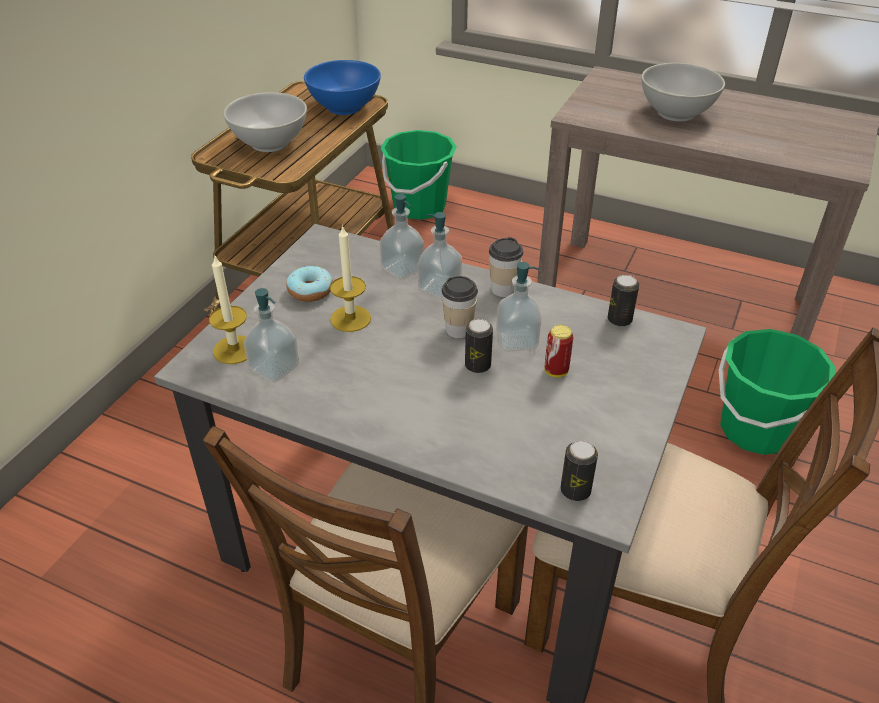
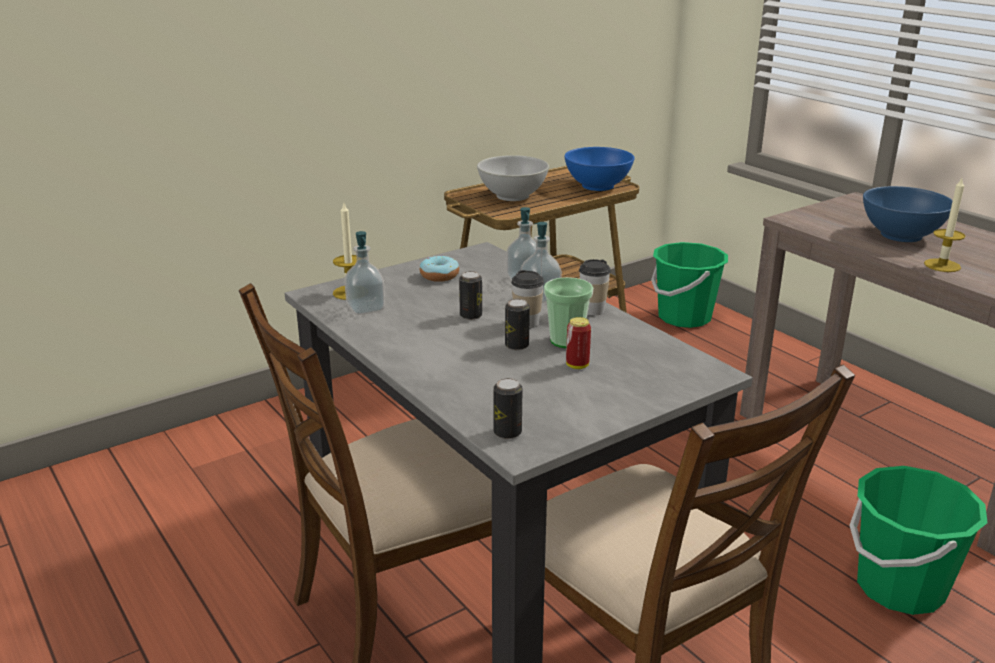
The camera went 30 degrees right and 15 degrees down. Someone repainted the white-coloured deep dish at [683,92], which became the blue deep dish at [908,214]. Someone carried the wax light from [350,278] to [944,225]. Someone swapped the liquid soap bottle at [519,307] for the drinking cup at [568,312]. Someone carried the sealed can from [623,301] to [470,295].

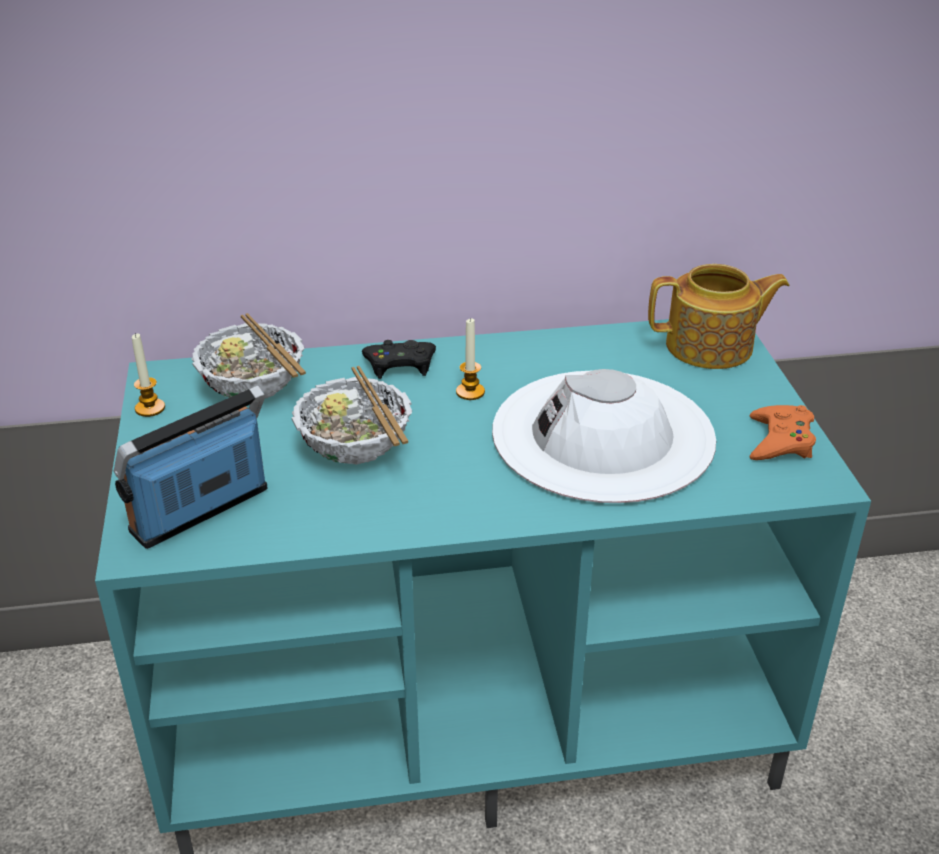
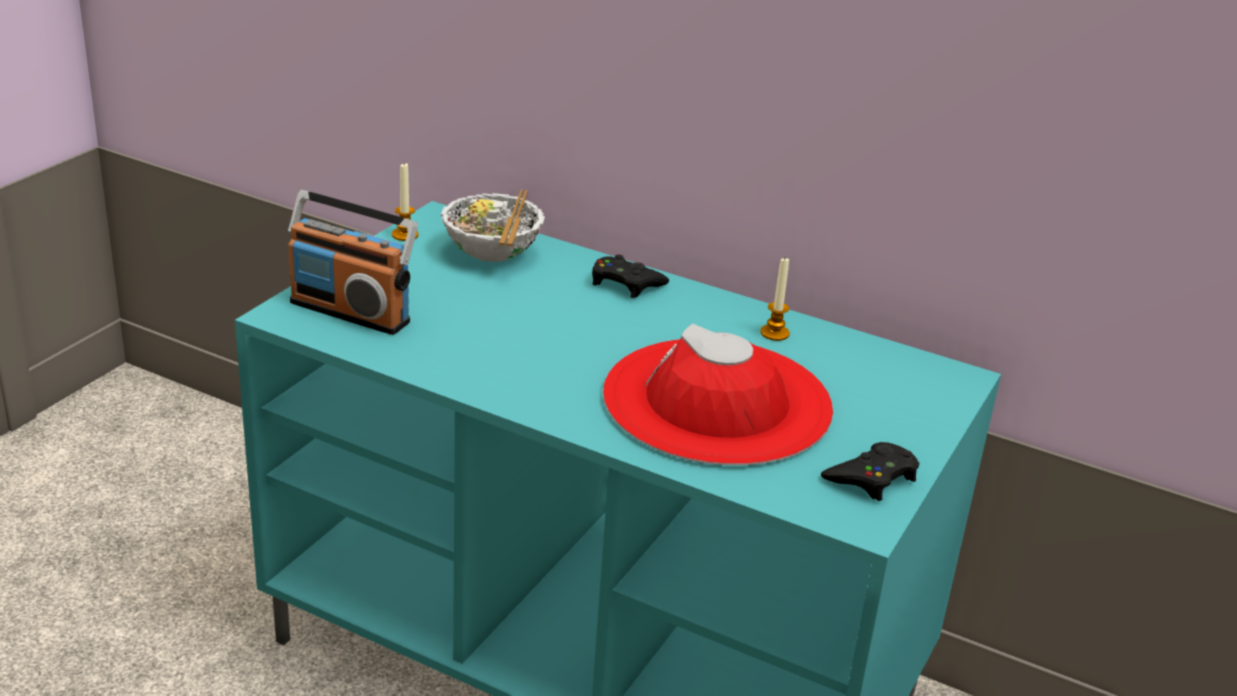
The camera went 35 degrees right and 5 degrees down. Someone took away the tea pot at [719,316]. Someone carried the wax light from [470,358] to [775,298]. Someone took away the deep dish at [352,415]. Someone repainted the white-coloured clothing hat at [604,436], which became the red-coloured clothing hat at [718,394]. Someone rotated the radio set at [190,467] by 150 degrees counterclockwise. Someone repainted the orange-coloured joypad at [783,432], which became the blackish joypad at [870,471].

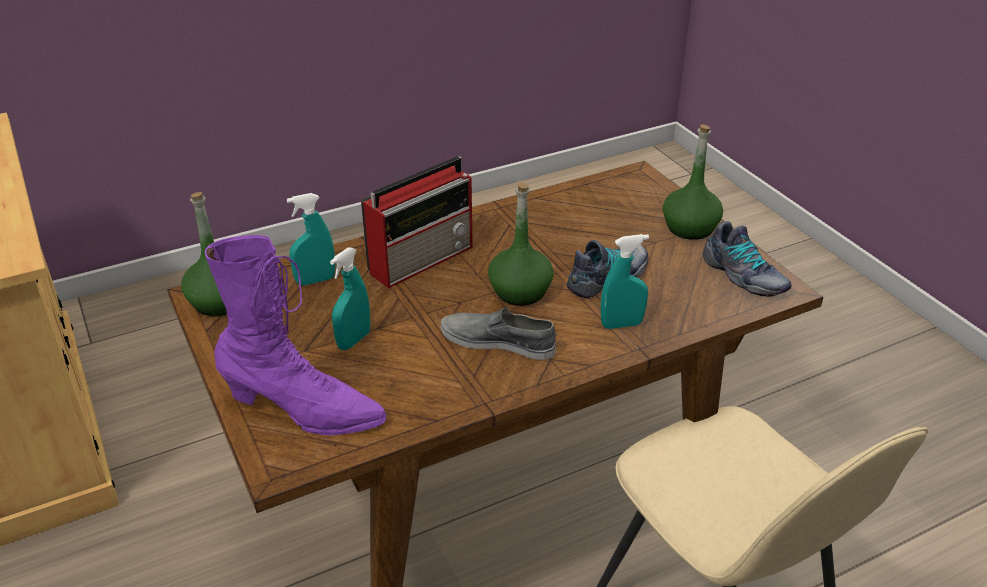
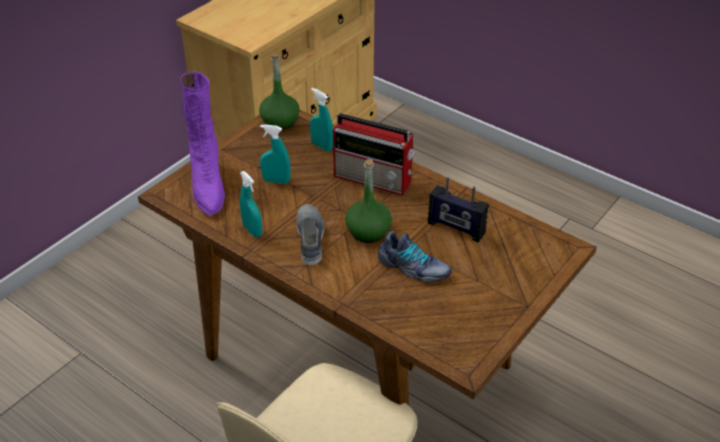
The camera went 65 degrees right and 5 degrees up. Someone took away the greenish bottle at [693,182]. Someone took away the shoe at [747,259]. Someone carried the turquoise sprayer from [625,281] to [251,204]. Someone put down the radio set at [458,209].

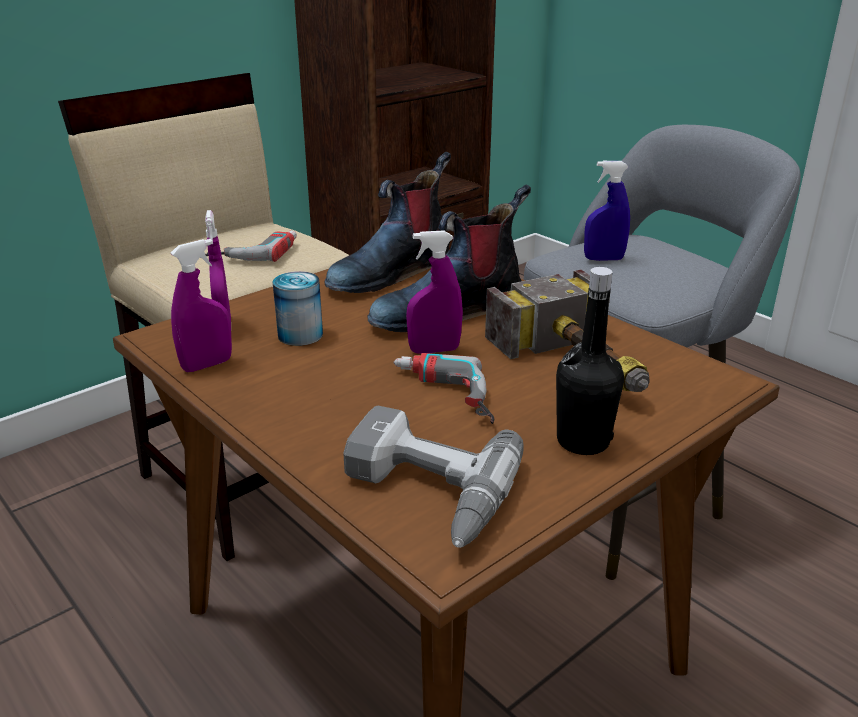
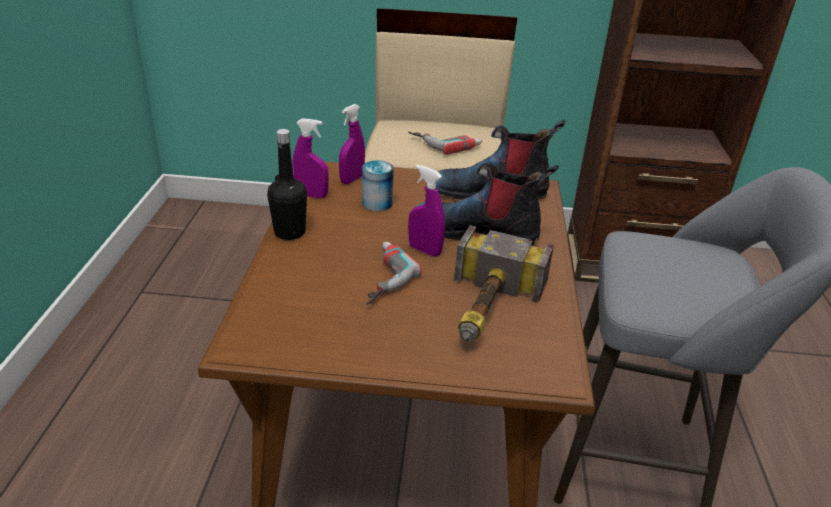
The camera went 45 degrees right and 5 degrees up. Someone took away the blue sprayer at [607,211]. Someone carried the blackish bottle from [590,361] to [287,184]. Someone took away the drill at [433,476].

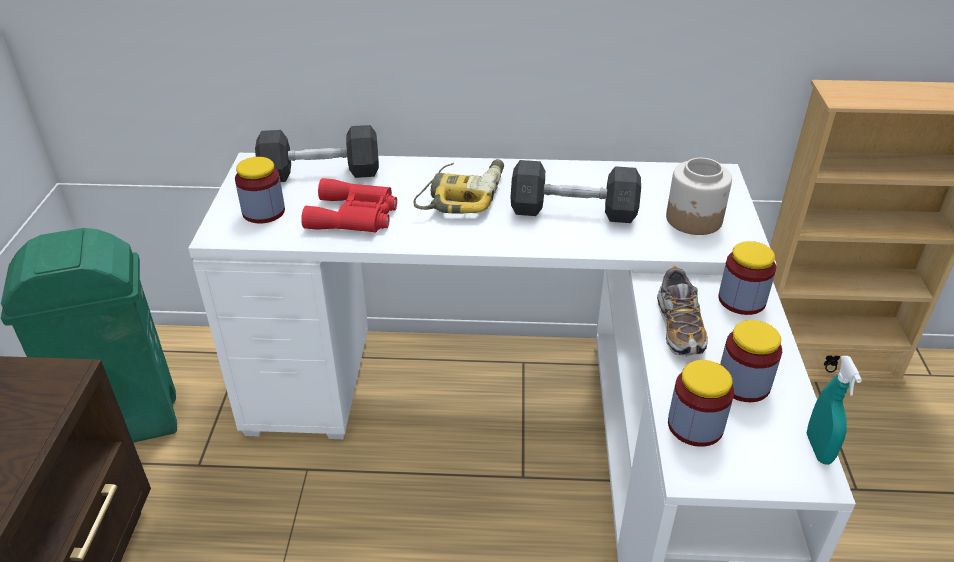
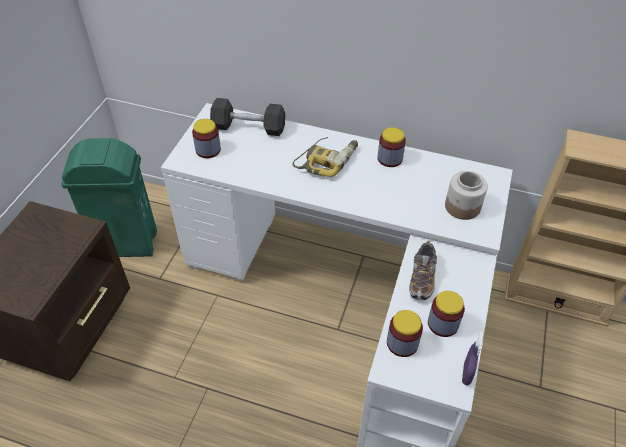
The camera went 15 degrees right and 10 degrees up. Someone took away the gray hand weight at [576,191]. Someone took away the red-coloured pair of binoculars at [349,205]. Someone carried the preserve jar from [747,278] to [392,147]. Someone repainted the turquoise sprayer at [834,410], which became the purple-coloured sprayer at [473,358].

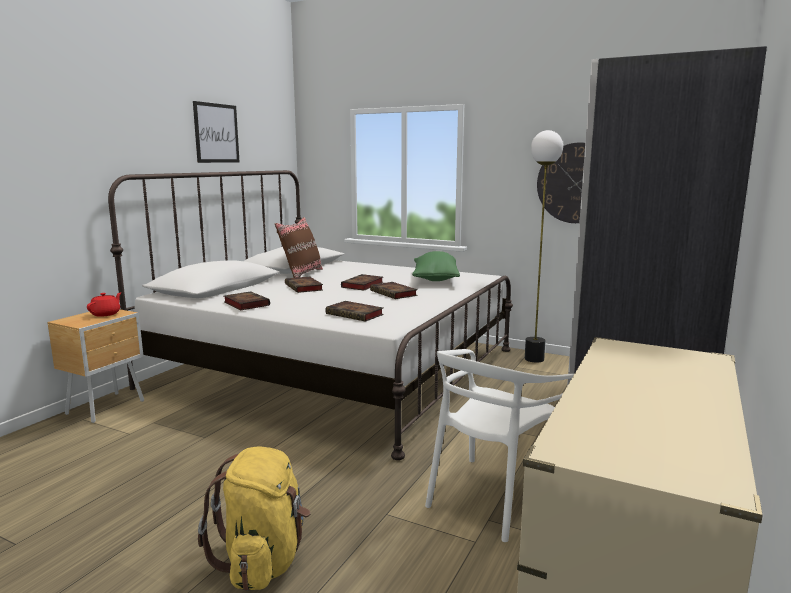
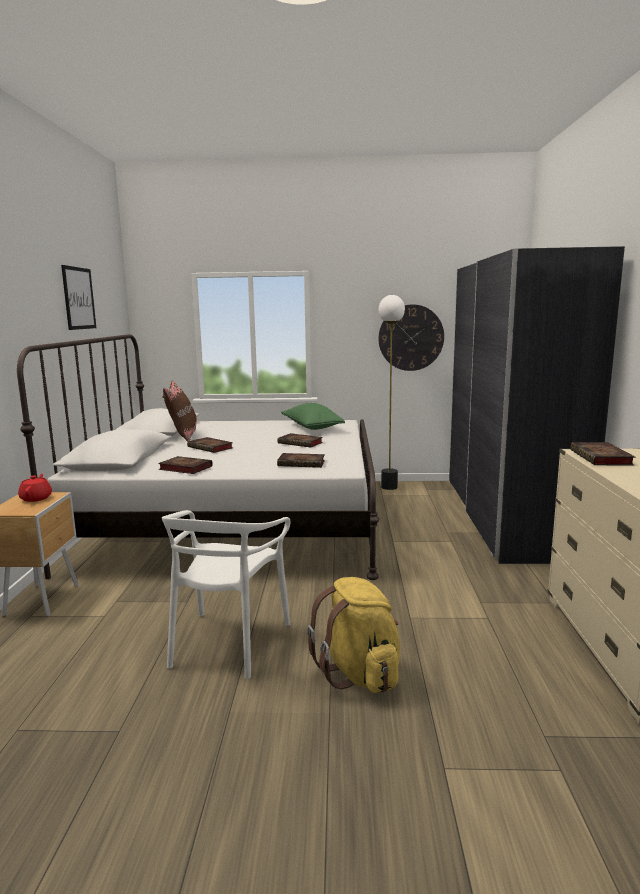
The camera went 25 degrees left and 0 degrees up. Someone carried the volume from [362,282] to [602,454]. Someone carried the white-coloured plain chair from [499,445] to [226,594].

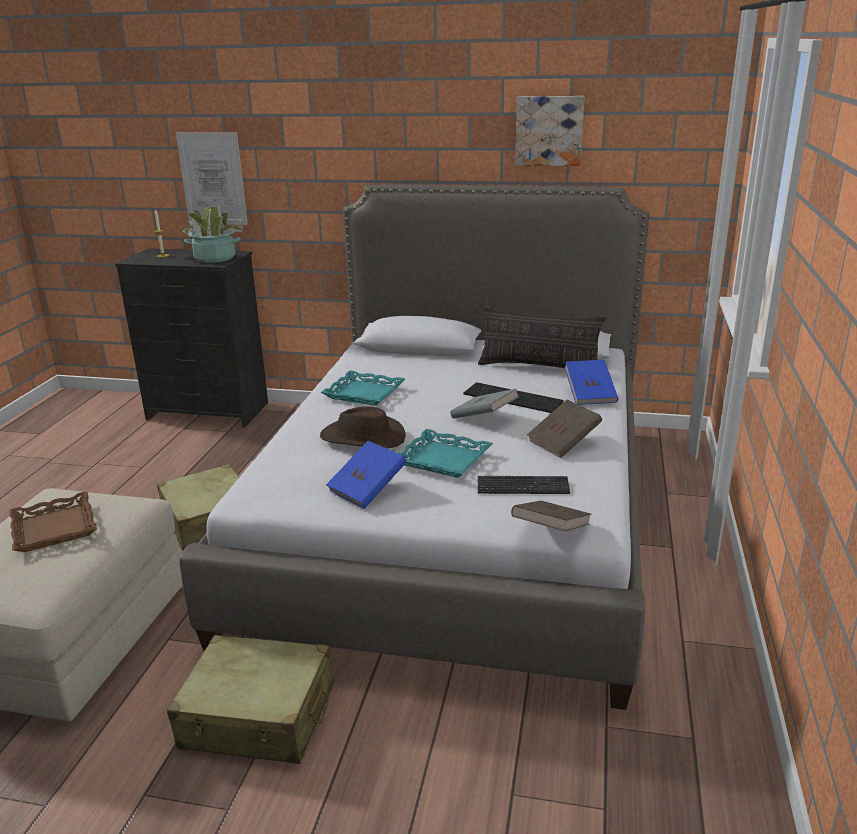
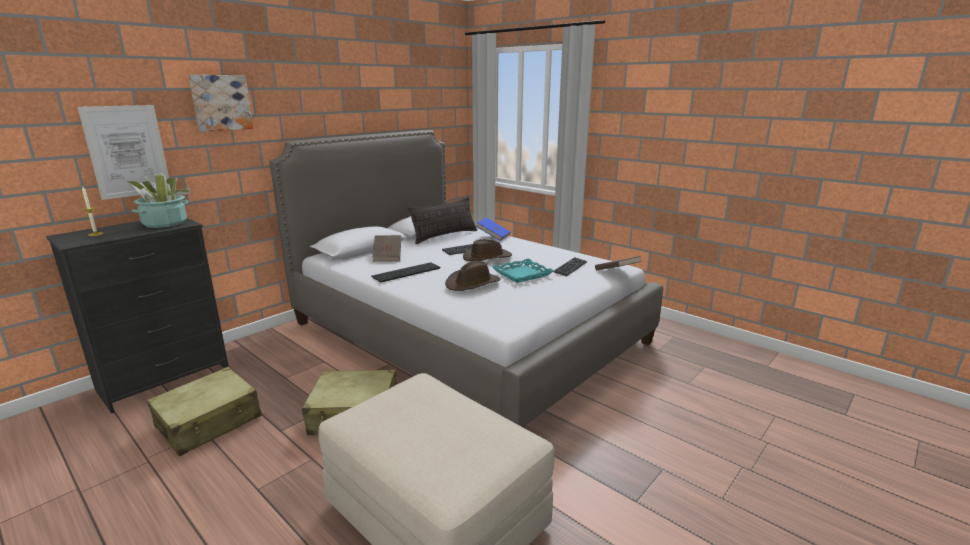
The camera went 60 degrees left and 5 degrees down. Someone carried the wall art from [549,131] to [220,103]. Someone swapped the turquoise tray at [363,388] for the keyboard at [405,272]. Someone swapped the gray volume at [484,404] for the brownish clothing hat at [487,250]. Someone carried the brownish volume from [564,429] to [387,248]. Someone took away the blue volume at [366,475]. Someone took away the brownish tray at [53,522]. Someone carried the sand-coloured travel case from [250,699] to [204,411].

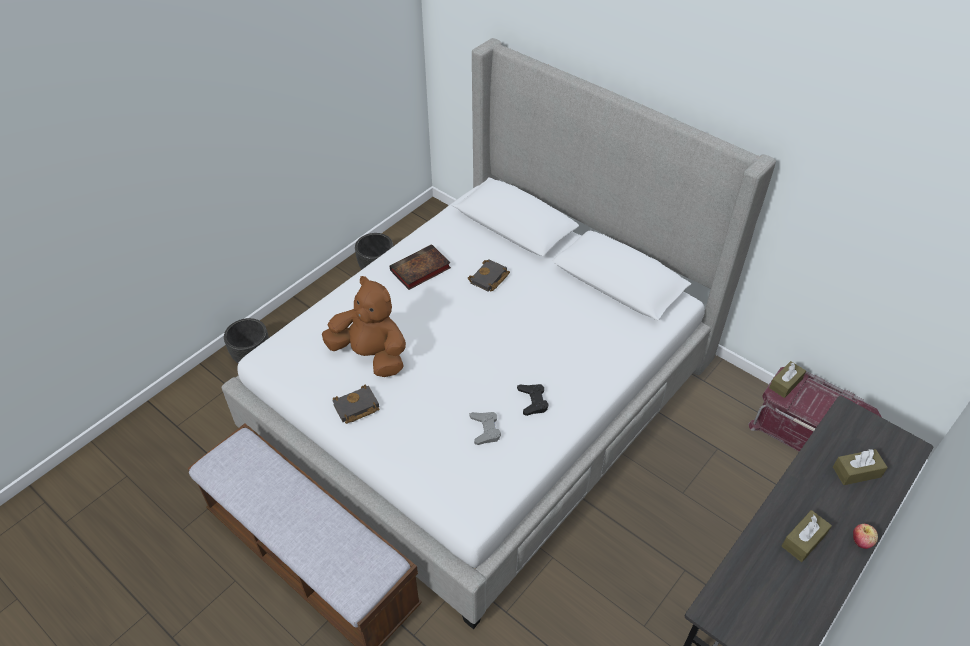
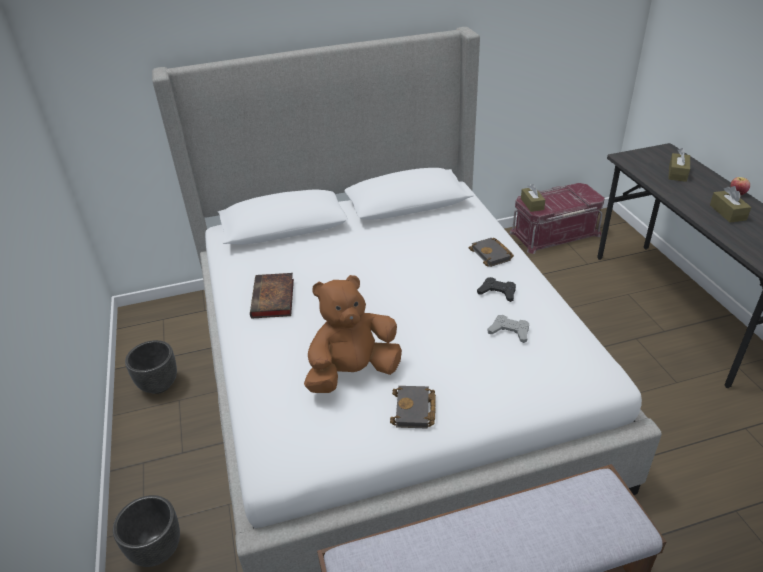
The camera went 55 degrees left and 10 degrees down. Someone carried the blackish volume from [489,275] to [491,252].

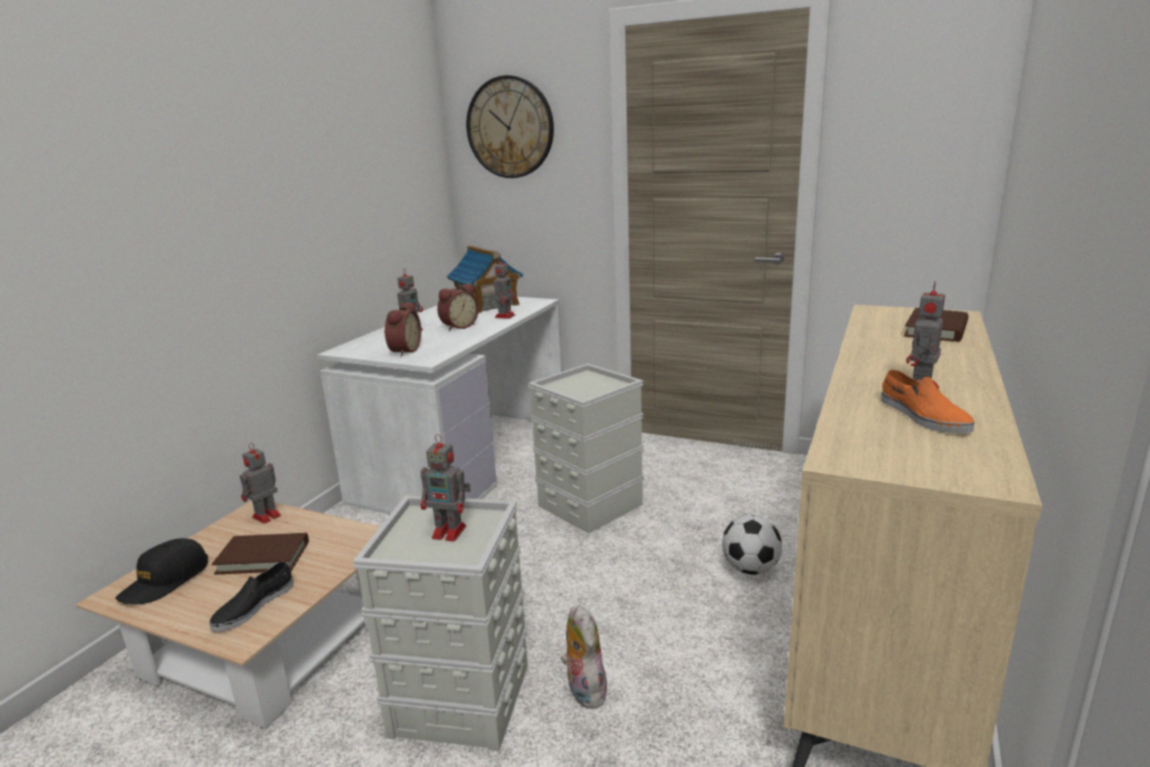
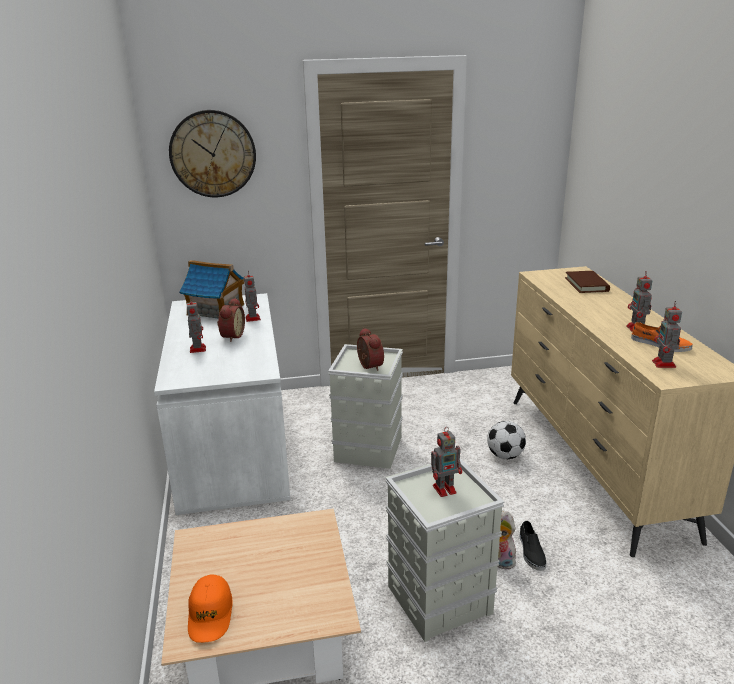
The camera went 35 degrees left and 5 degrees up. Someone carried the bedside clock from [402,329] to [370,349]. Someone carried the robot figure from [260,483] to [667,334]. Someone took away the brownish volume at [260,554]. Someone repainted the blackish baseball cap at [161,571], which became the orange-coloured baseball cap at [210,608]. Someone carried the blackish shoe from [251,596] to [533,546].

